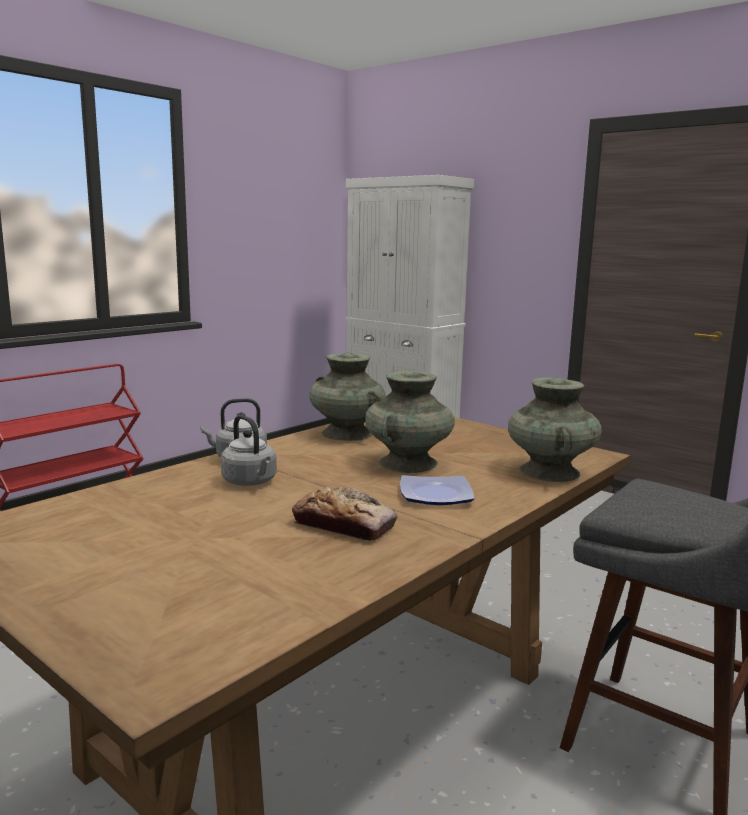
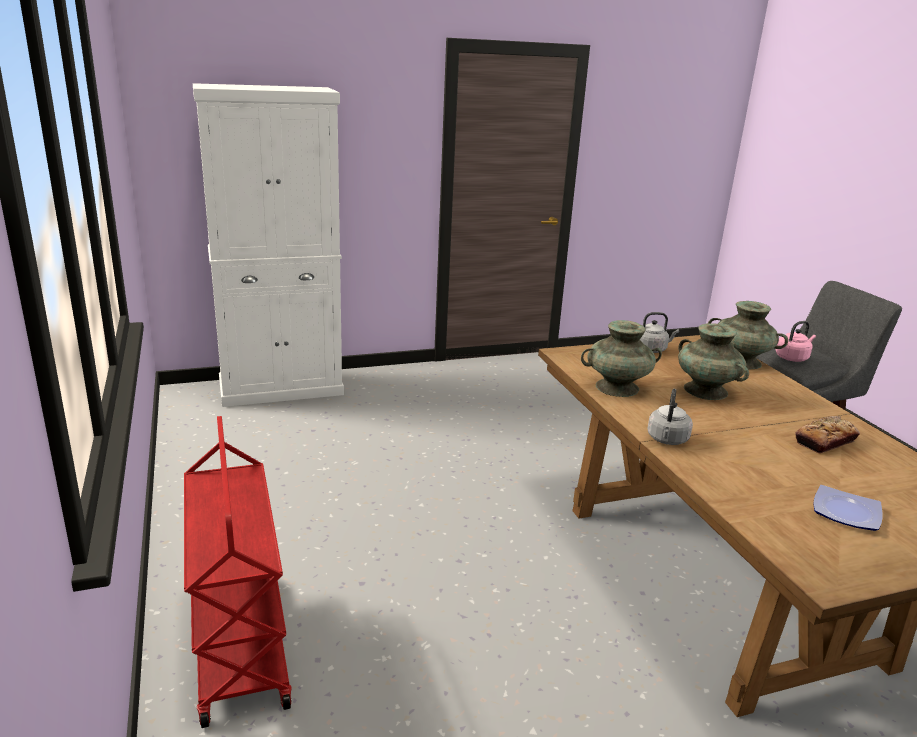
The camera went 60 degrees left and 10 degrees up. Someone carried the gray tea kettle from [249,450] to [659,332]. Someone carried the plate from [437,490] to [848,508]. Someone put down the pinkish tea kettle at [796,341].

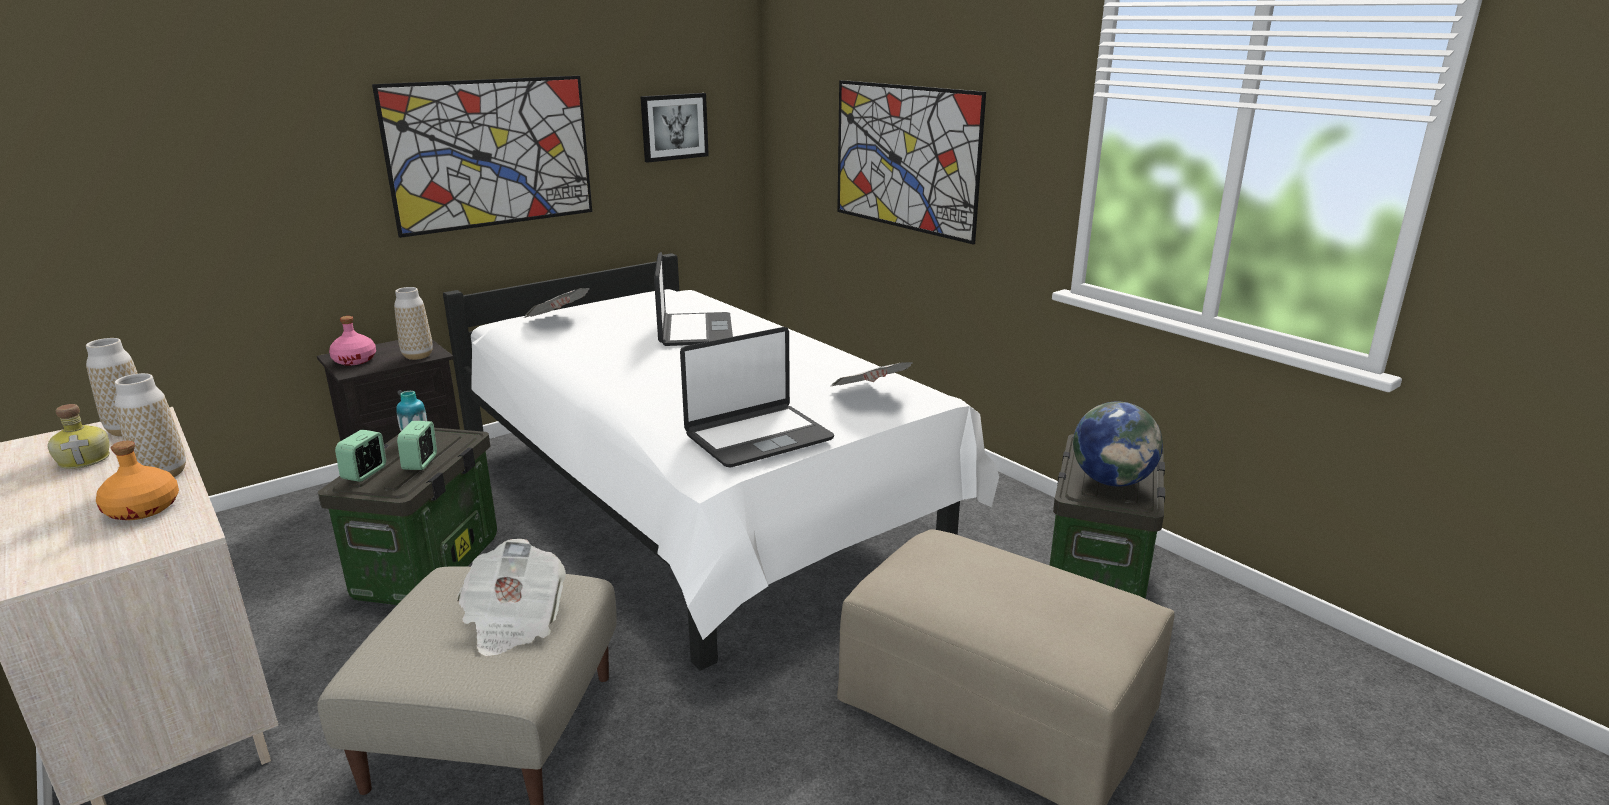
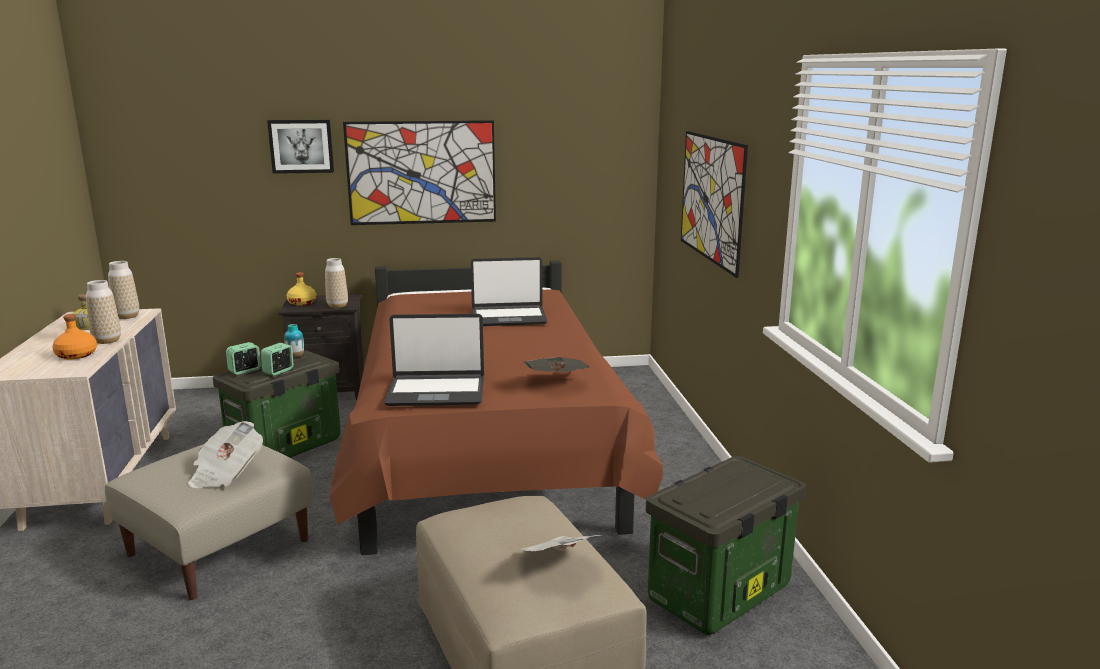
The camera went 30 degrees right and 5 degrees down. Someone carried the wall art from [674,128] to [300,147]. Someone rotated the notebook computer at [693,299] by 60 degrees clockwise. Someone repainted the white-coloured sleeping bed at [721,462], which became the brownish sleeping bed at [496,407]. Someone carried the daily paper from [557,303] to [559,543]. Someone repainted the pinkish bottle at [352,341], which became the yellowish bottle at [301,289]. Someone took away the world globe at [1118,444].

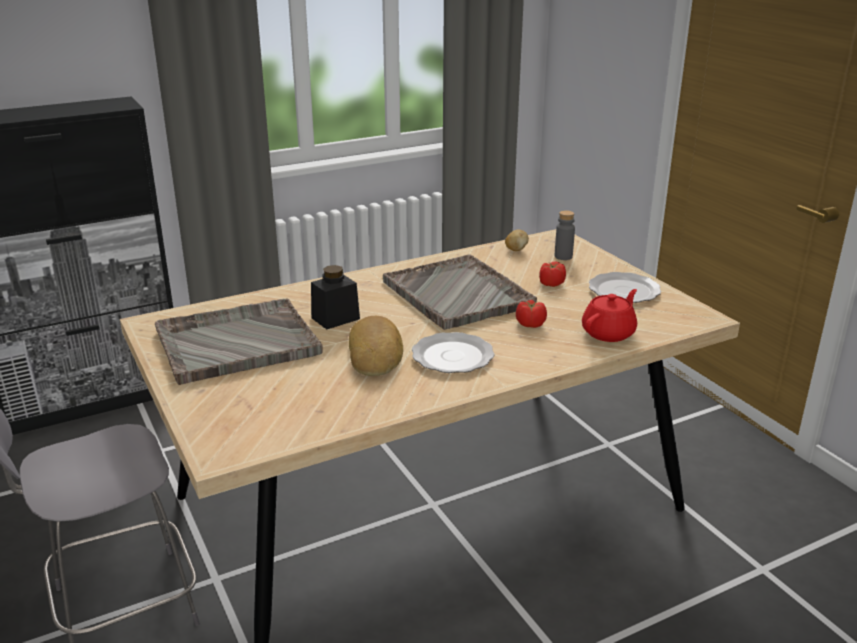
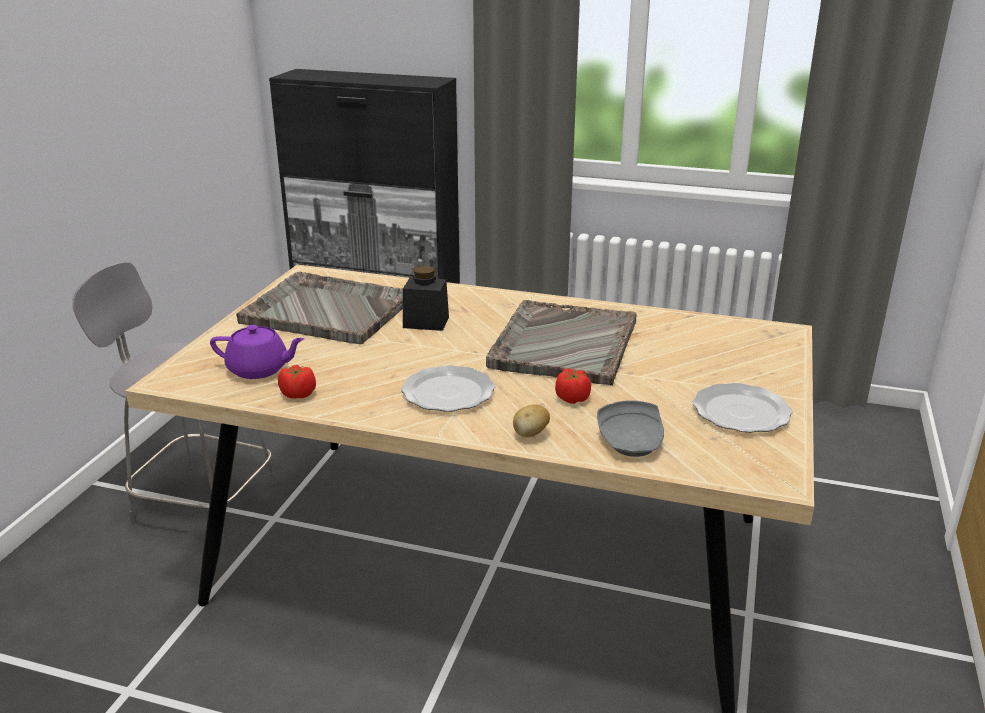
The camera went 45 degrees right and 0 degrees up. Someone took away the gray bottle at [565,235]. Someone carried the spud from [517,240] to [531,420]. Someone carried the whole tomato from [552,274] to [297,381]. Someone swapped the red-coloured tea pot at [609,315] for the gray plate at [630,428]. Someone took away the bread at [376,346]. Someone put down the purple-coloured tea pot at [257,352].

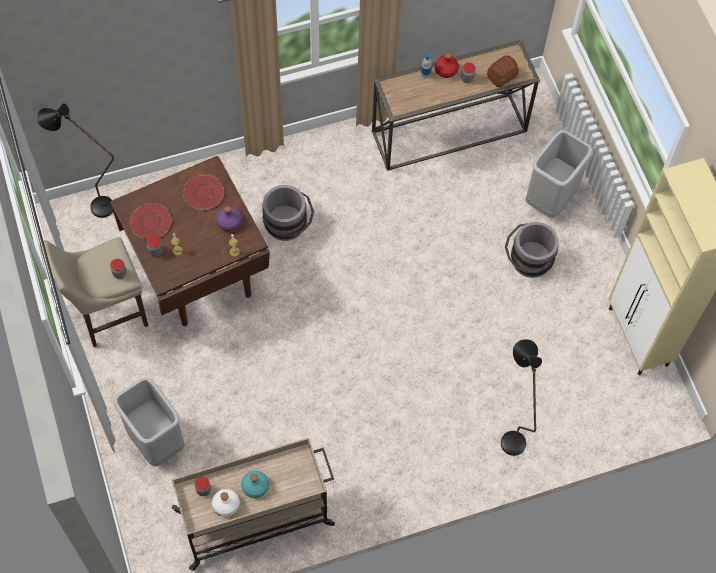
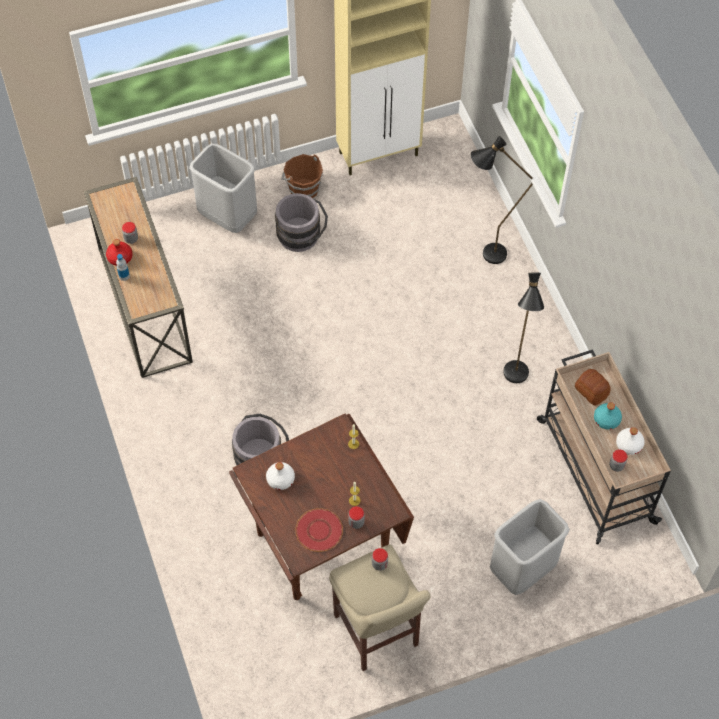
The camera went 90 degrees left and 5 degrees down. Someone carried the bread from [503,71] to [593,387]. Someone carried the blackish standing lamp from [75,161] to [523,328]. Someone swapped the red-coloured plate at [203,192] for the white-coloured bottle at [280,476]. Someone took away the purple-coloured bottle at [229,218]. Someone put down the brownish pail at [302,176].

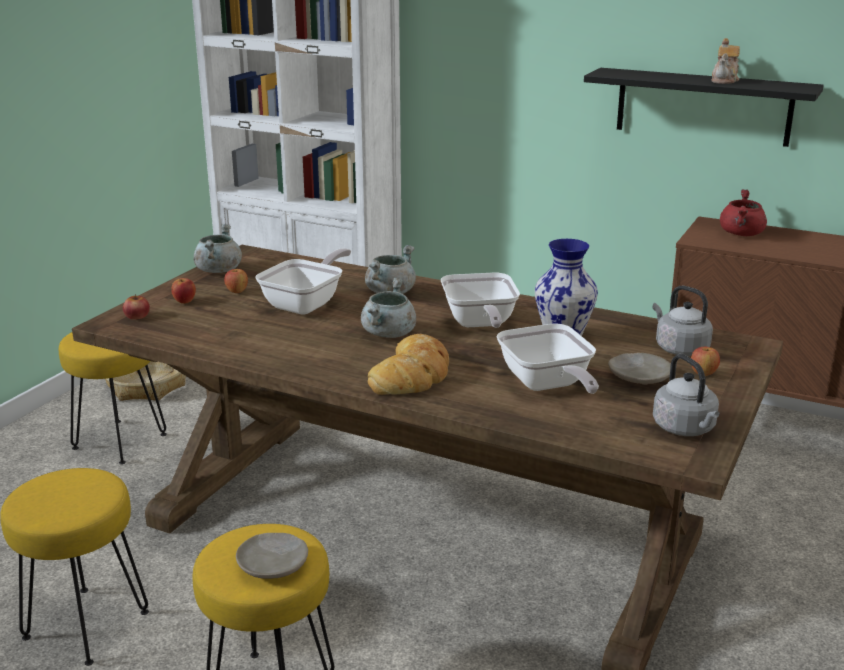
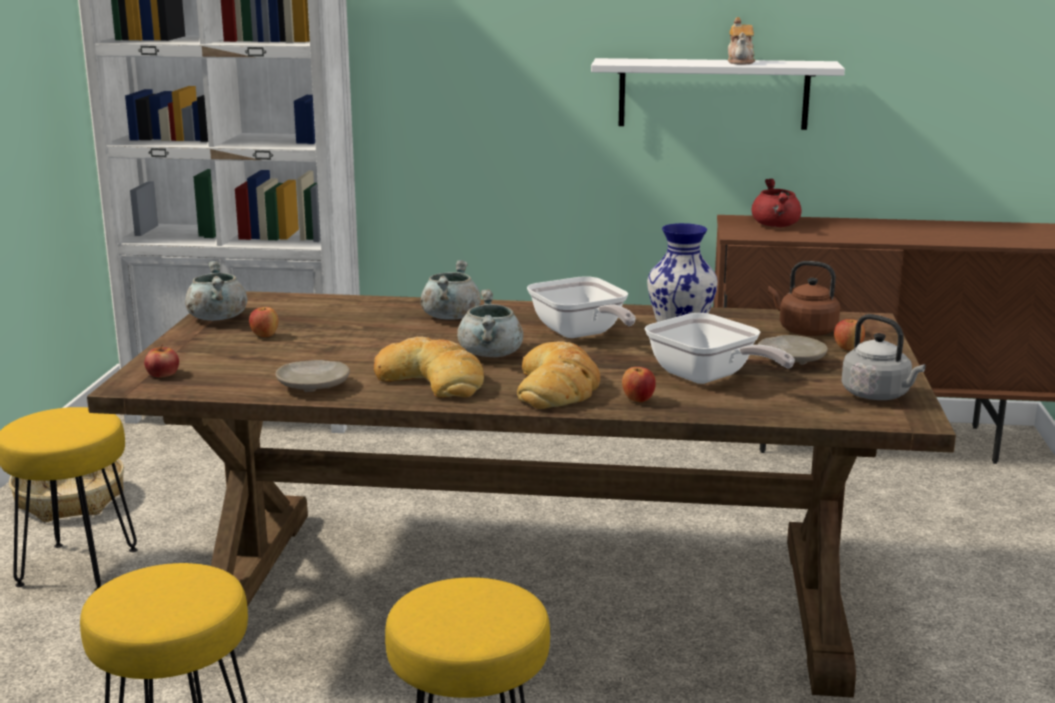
The camera went 20 degrees left and 5 degrees down. Someone repainted the blackish bracket shelf at [704,107], which became the white-coloured bracket shelf at [718,94]. Someone took away the skillet at [303,281]. Someone carried the apple fruit from [183,291] to [639,384]. Someone repainted the gray tea kettle at [682,321], which became the brownish tea kettle at [804,298]. Someone carried the sand-coloured plate from [272,556] to [313,376]. Someone put down the bread at [429,367].

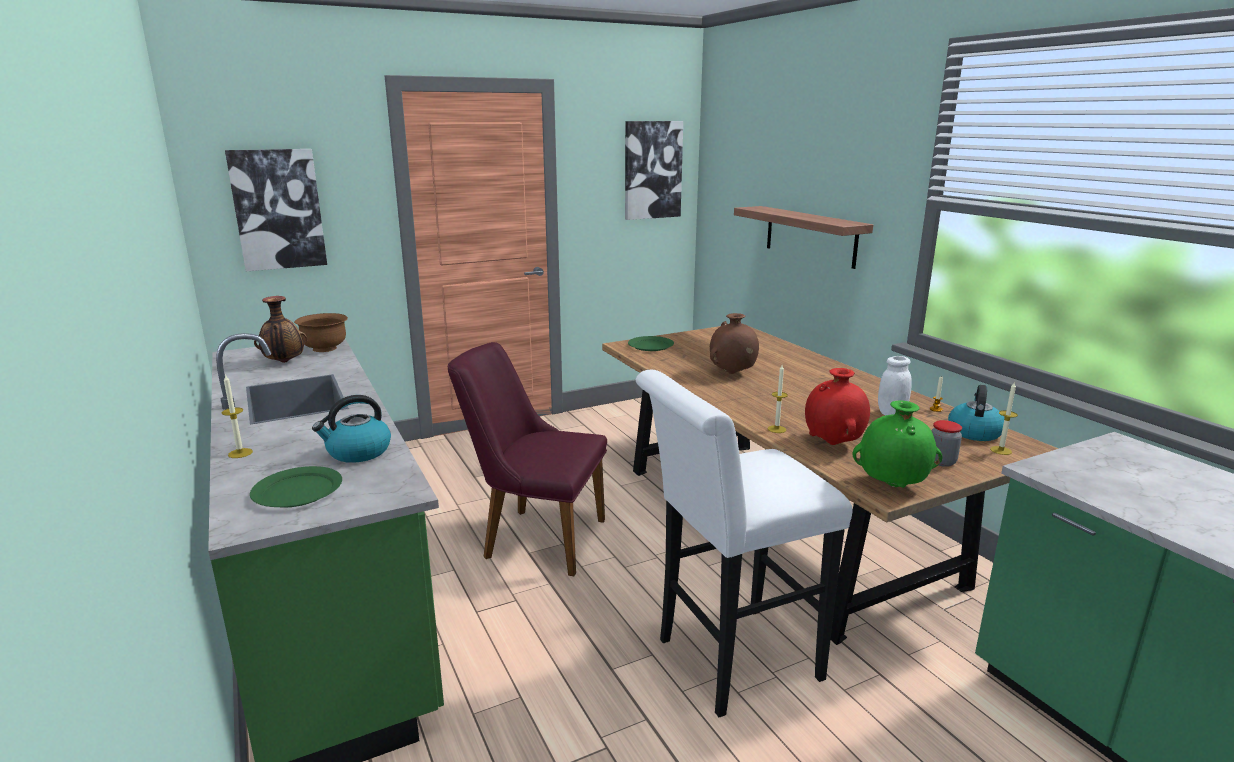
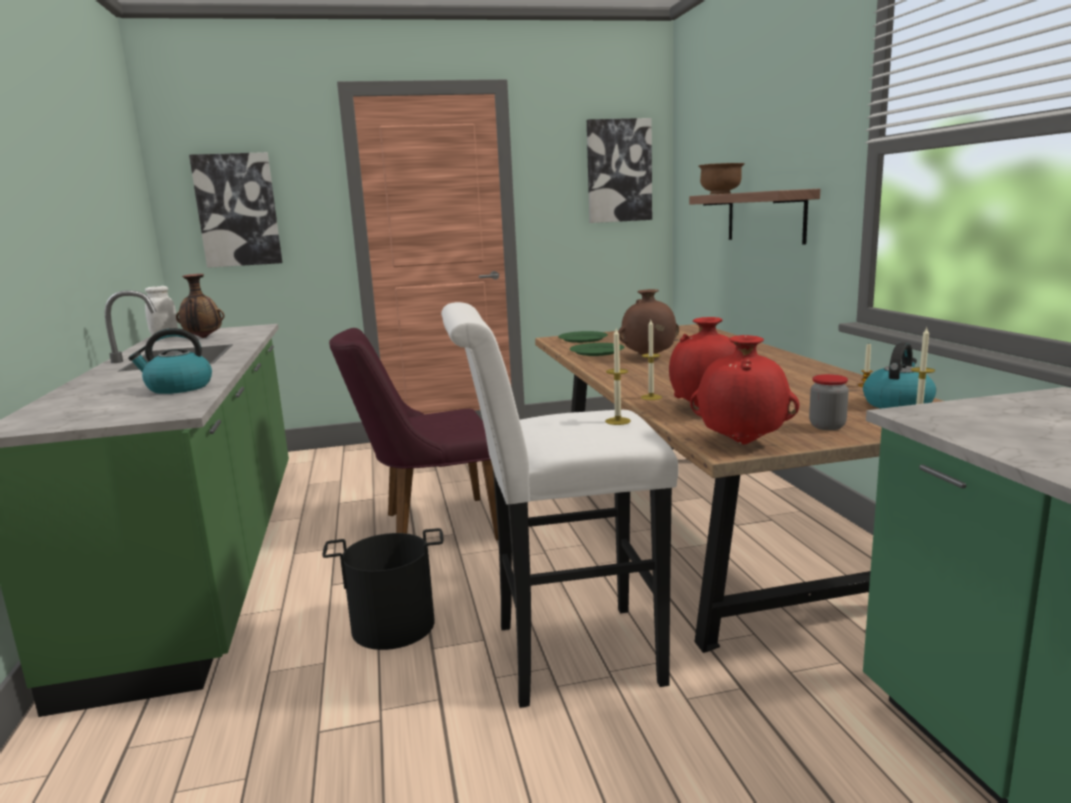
The camera went 15 degrees right and 5 degrees down. Someone carried the brownish deep dish from [321,332] to [722,178]. Someone rotated the purple-coloured plain chair at [527,459] by 45 degrees counterclockwise. Someone carried the white-coloured preserve jar from [895,386] to [161,312]. Someone carried the wax light from [237,416] to [618,377]. Someone repainted the greenish flower vase at [898,444], which became the red-coloured flower vase at [745,389]. Someone carried the greenish plate from [296,486] to [597,349]. Someone put down the blackish pail at [382,589].

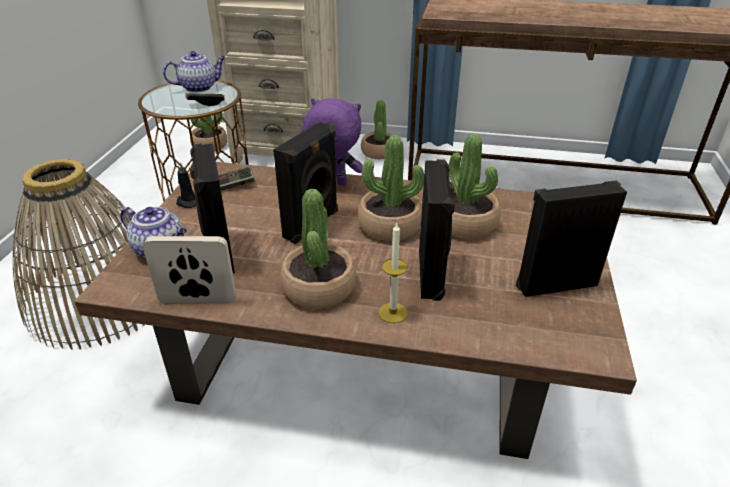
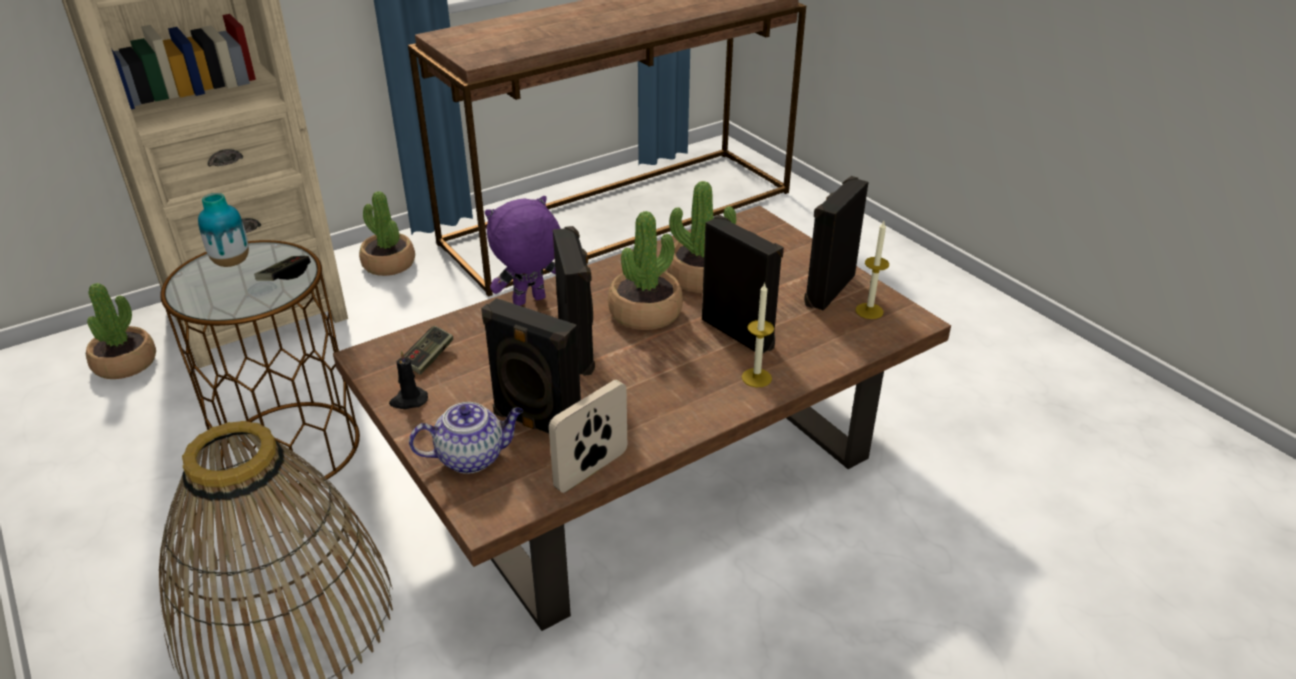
The camera went 45 degrees left and 0 degrees up. Someone swapped the tea pot at [194,72] for the flower vase at [223,230]. Someone took away the potted plant at [318,249]. Someone put down the wax light at [872,270].

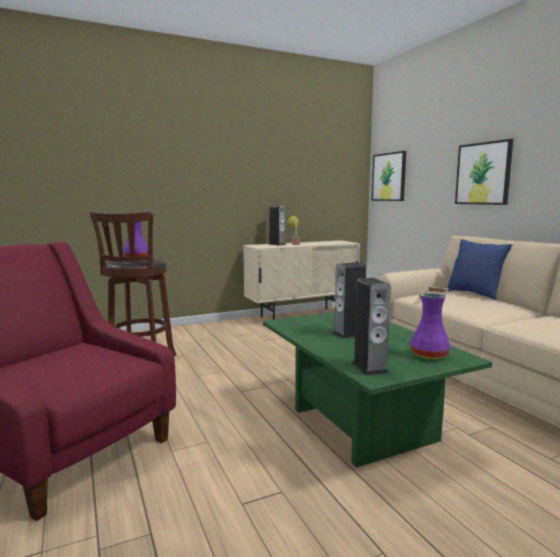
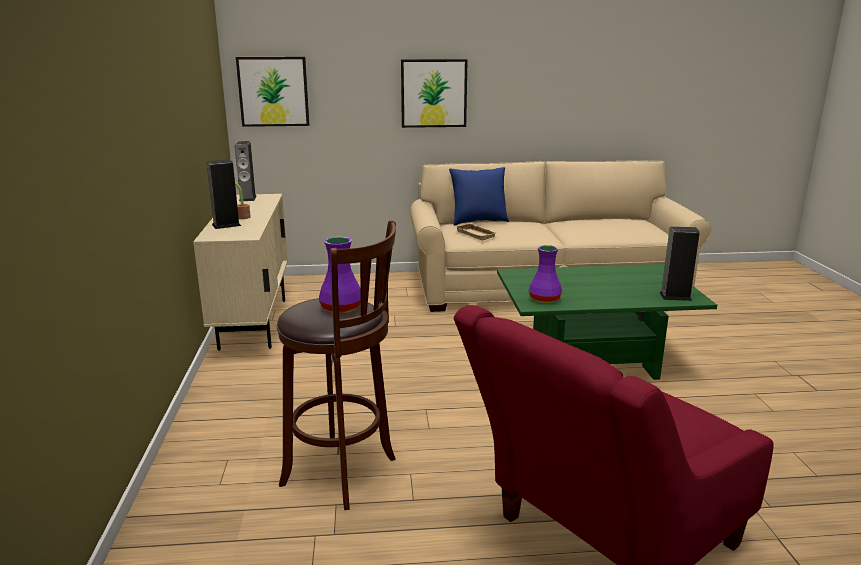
The camera went 70 degrees left and 10 degrees up. Someone carried the audio speaker from [349,300] to [245,171]. Someone carried the purple-coloured flower vase from [430,326] to [545,274].

